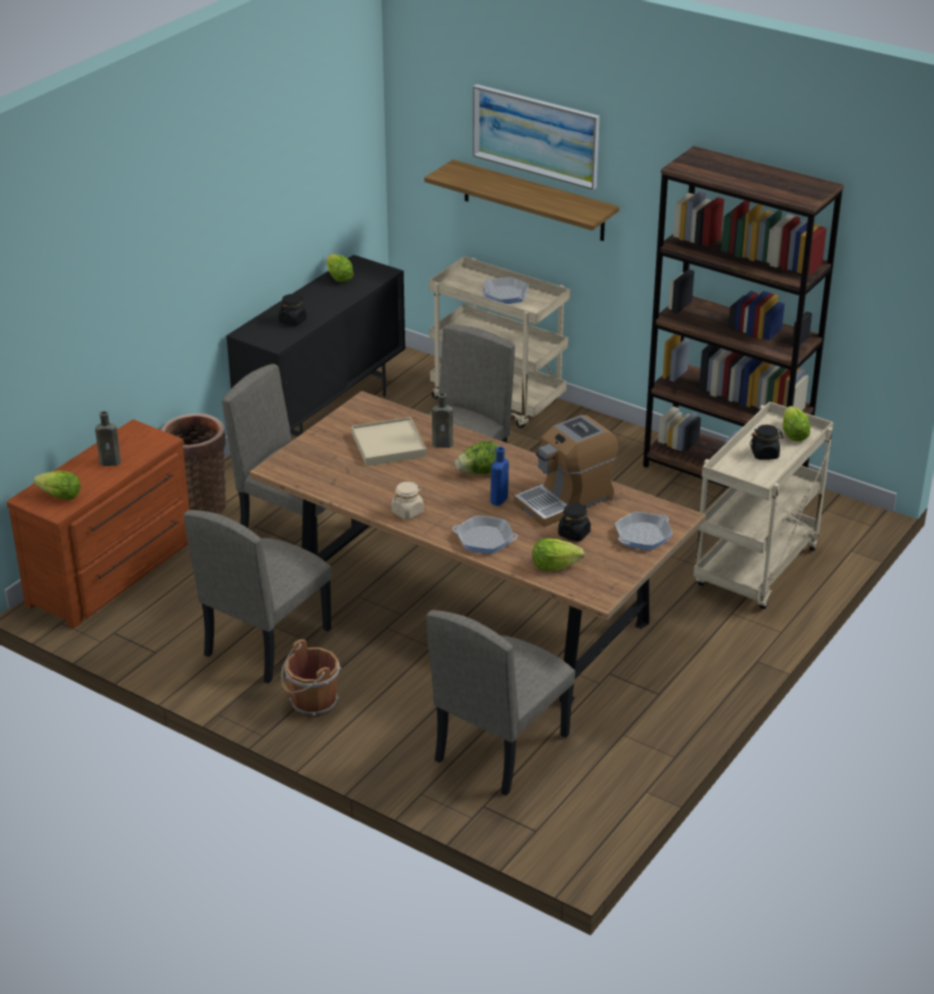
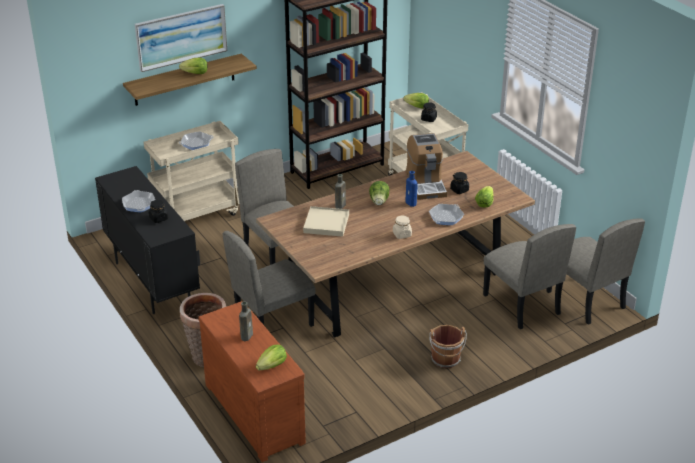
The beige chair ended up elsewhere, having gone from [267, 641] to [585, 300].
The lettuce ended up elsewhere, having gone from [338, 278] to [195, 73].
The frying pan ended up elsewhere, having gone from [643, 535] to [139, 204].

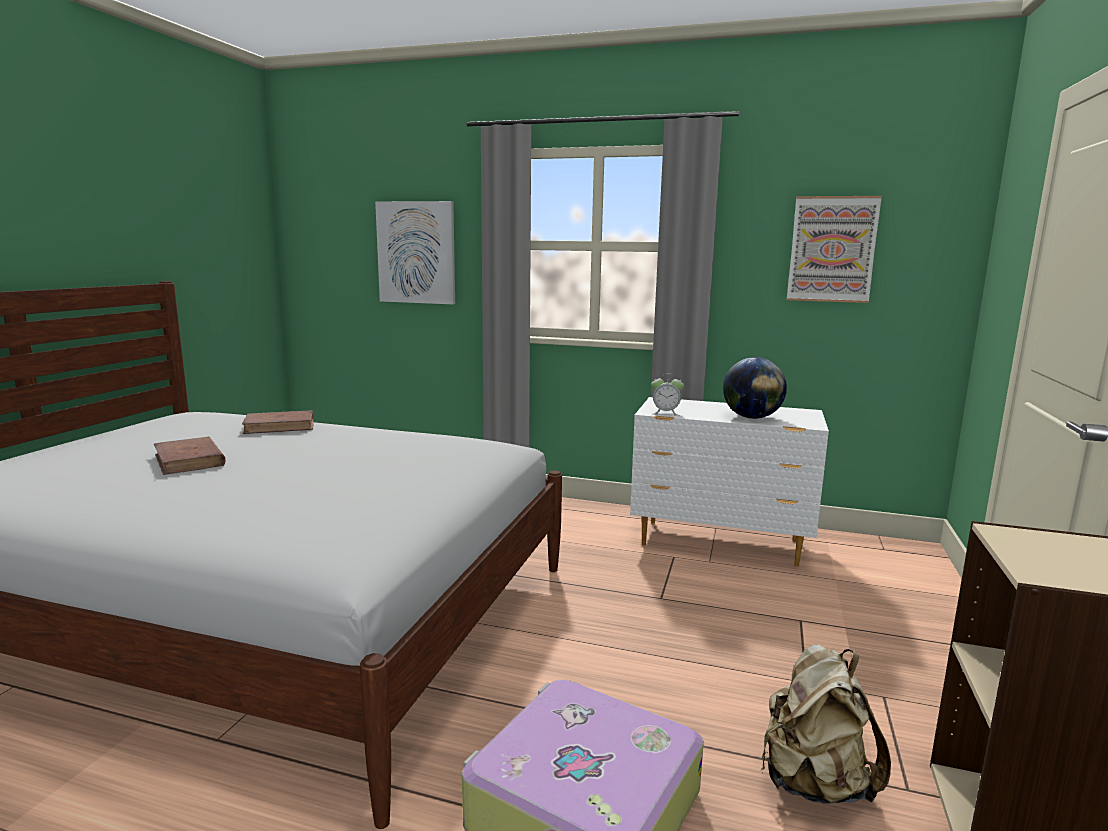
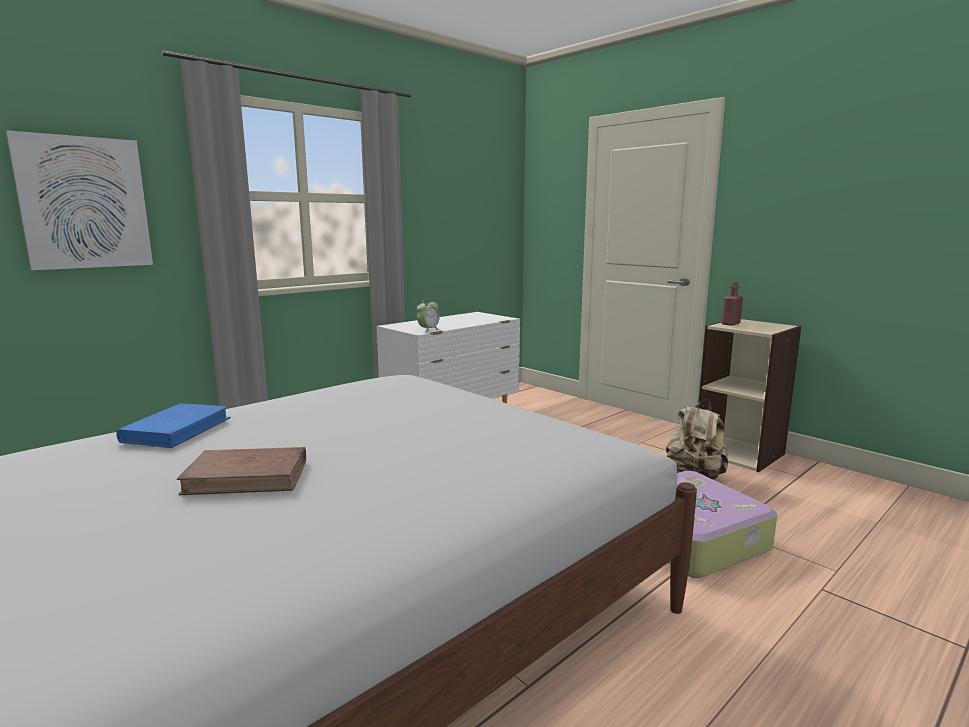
The second view lost the globe at [751, 417].
The second view lost the picture at [832, 249].
The second view gained the red bottle at [730, 324].
What was the brown book at [280, 426] turned into the blue book at [177, 430].

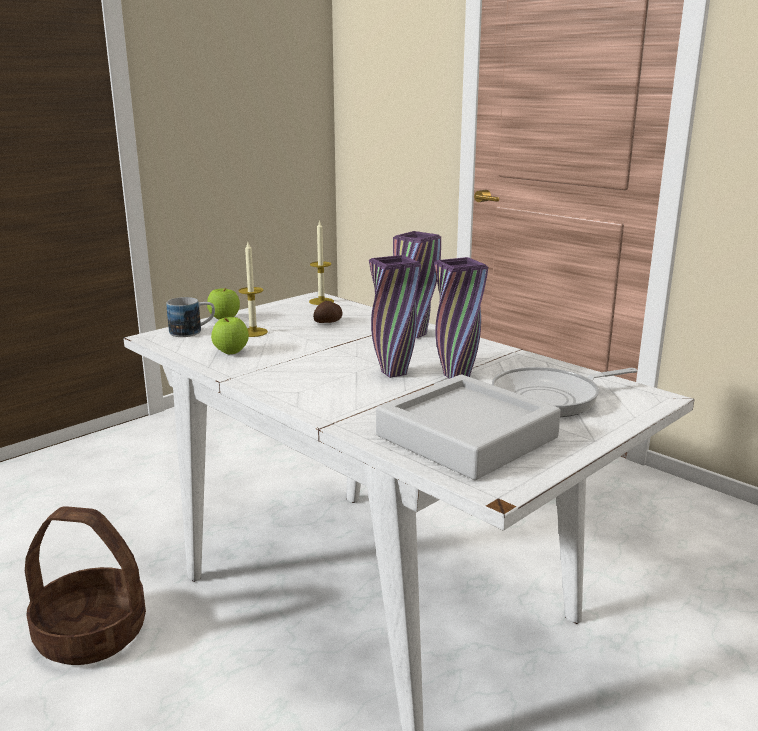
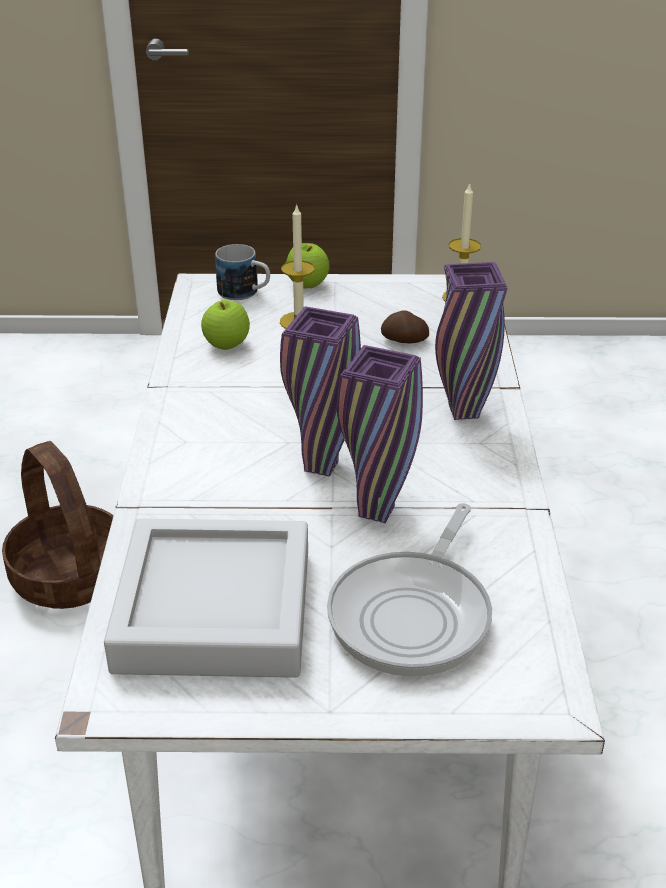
The frying pan at [551, 398] ended up facing another way, 90 degrees counterclockwise from before.

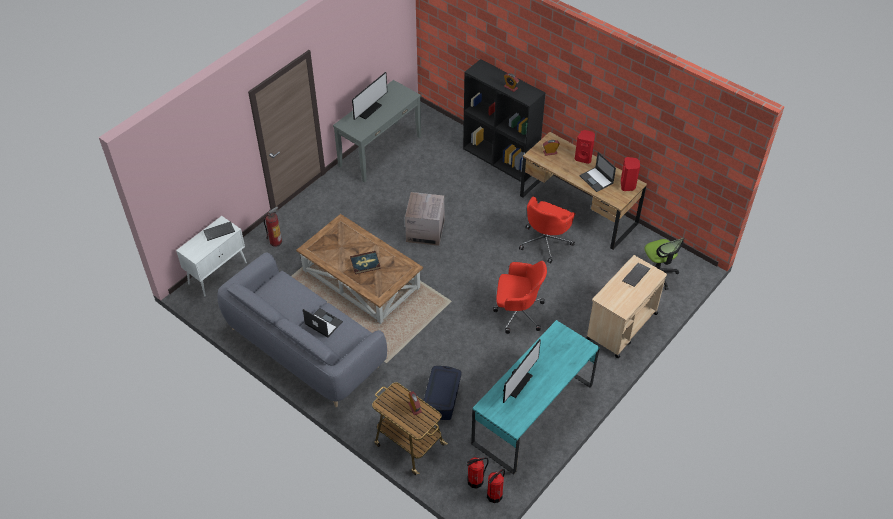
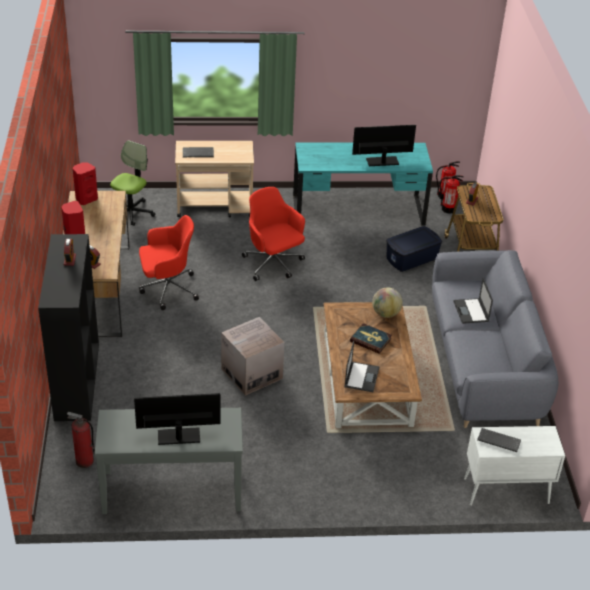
The second view gained the globe at [386, 313].
The fire extinguisher ended up elsewhere, having gone from [276, 241] to [84, 461].
The laptop ended up elsewhere, having gone from [596, 180] to [361, 376].

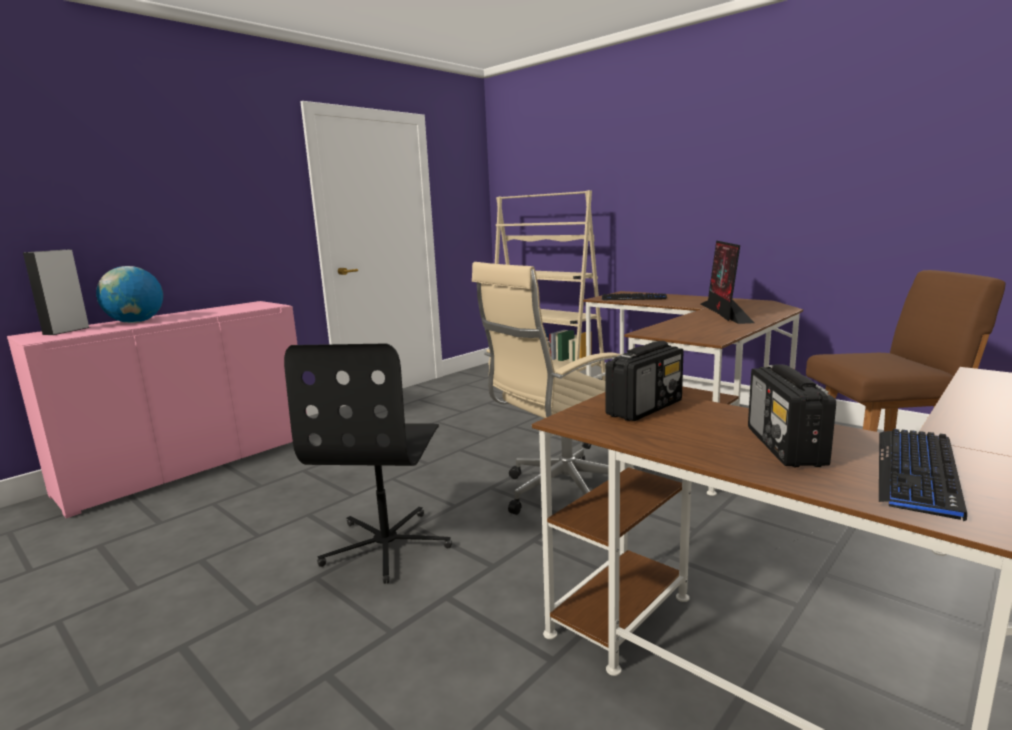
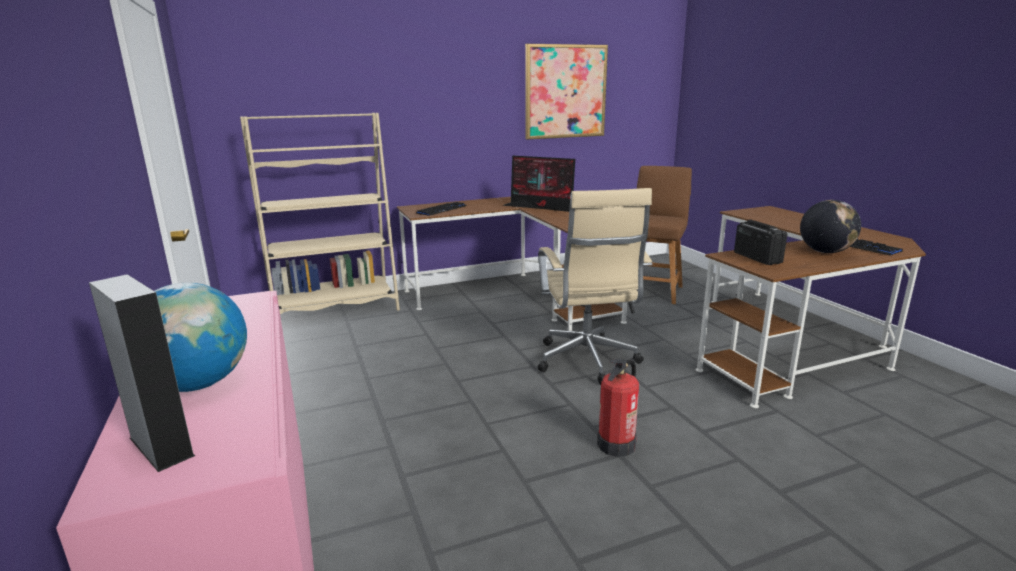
The second view gained the picture at [565, 92].
Where the black office chair stood at [387, 545], the fire extinguisher came to stand at [617, 444].
Where the radio stood at [785, 447], the globe came to stand at [825, 252].

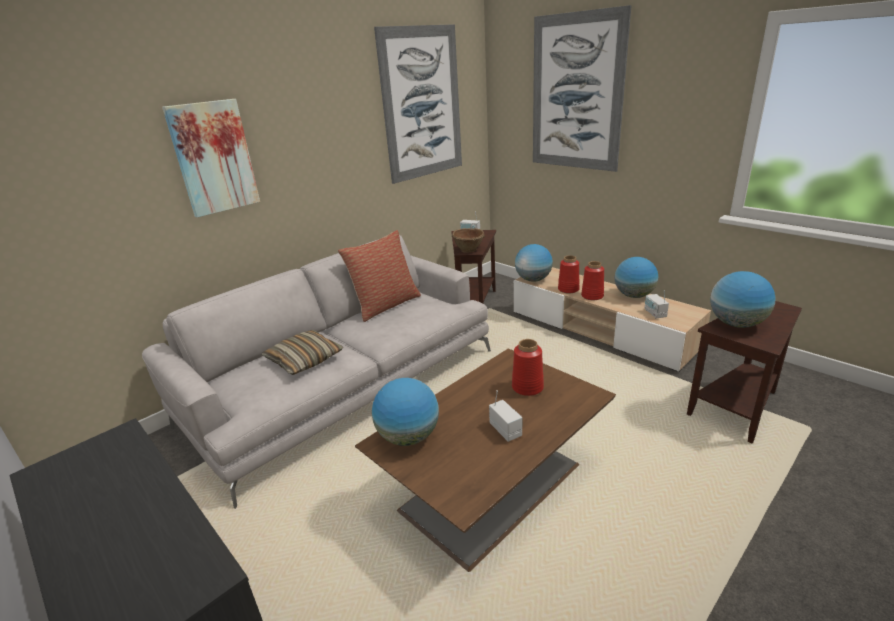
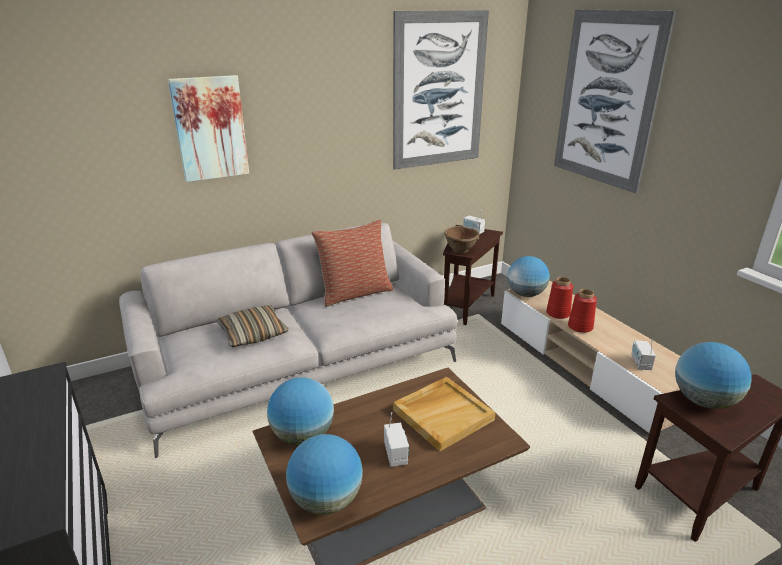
The globe ended up elsewhere, having gone from [634, 295] to [326, 500].
Where the red vase stood at [527, 387], the beige tray came to stand at [443, 414].

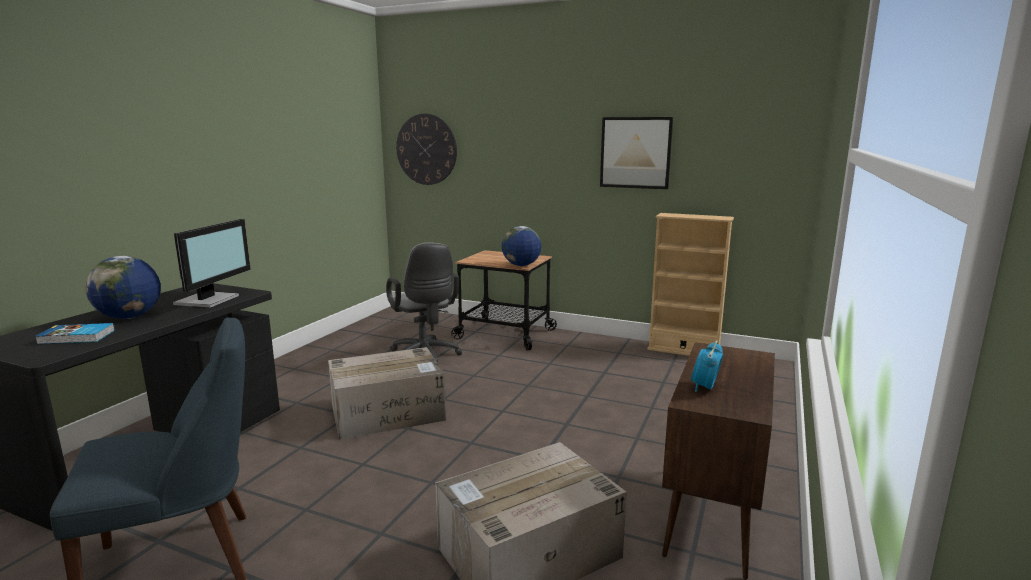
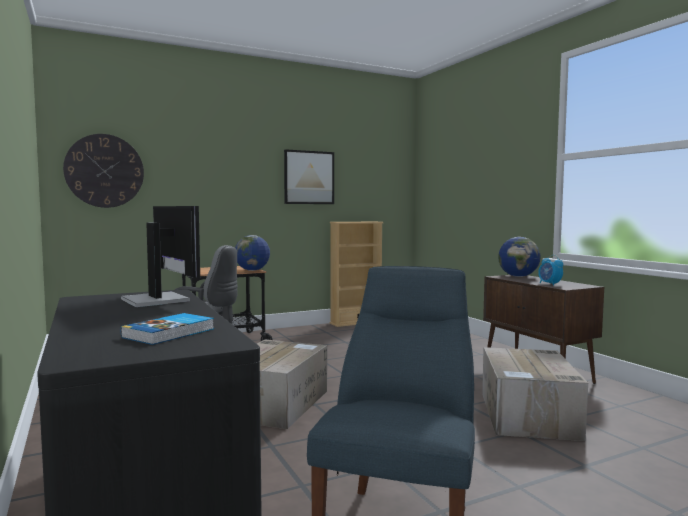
The globe ended up elsewhere, having gone from [129, 317] to [518, 276].

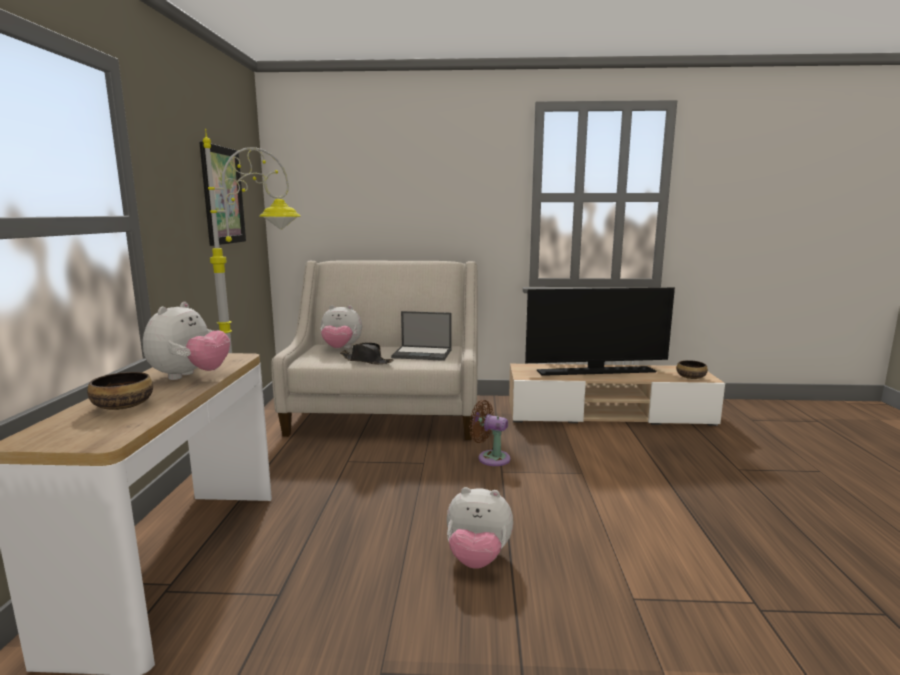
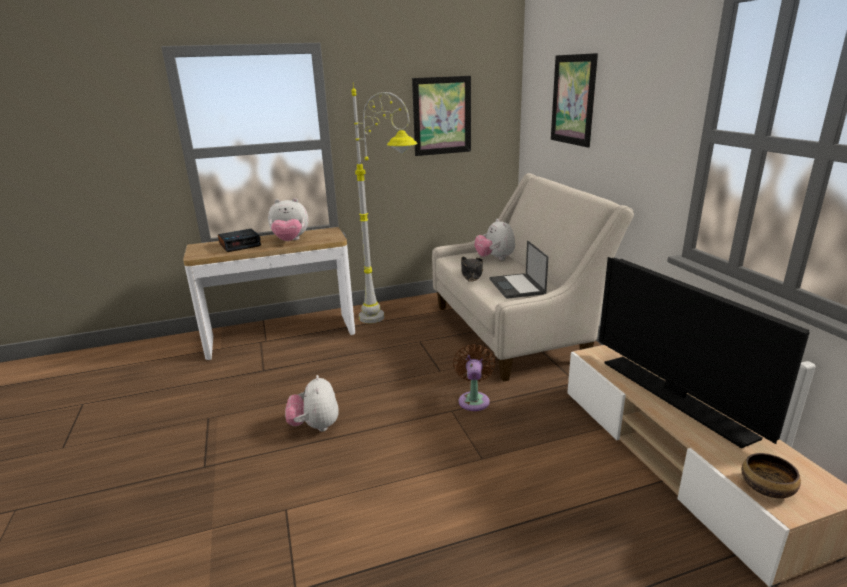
The second view gained the picture at [573, 100].
Where the bowl stood at [123, 406], the alarm clock came to stand at [240, 245].

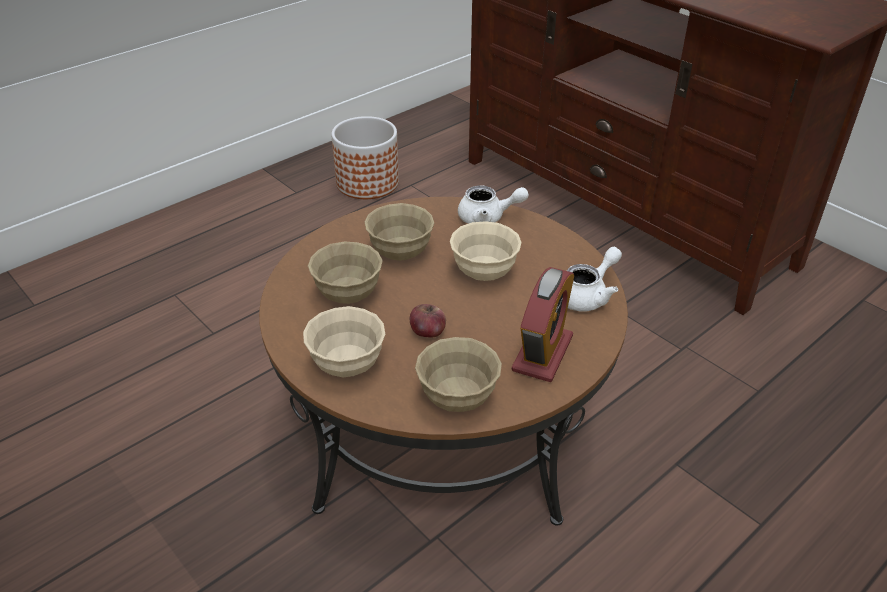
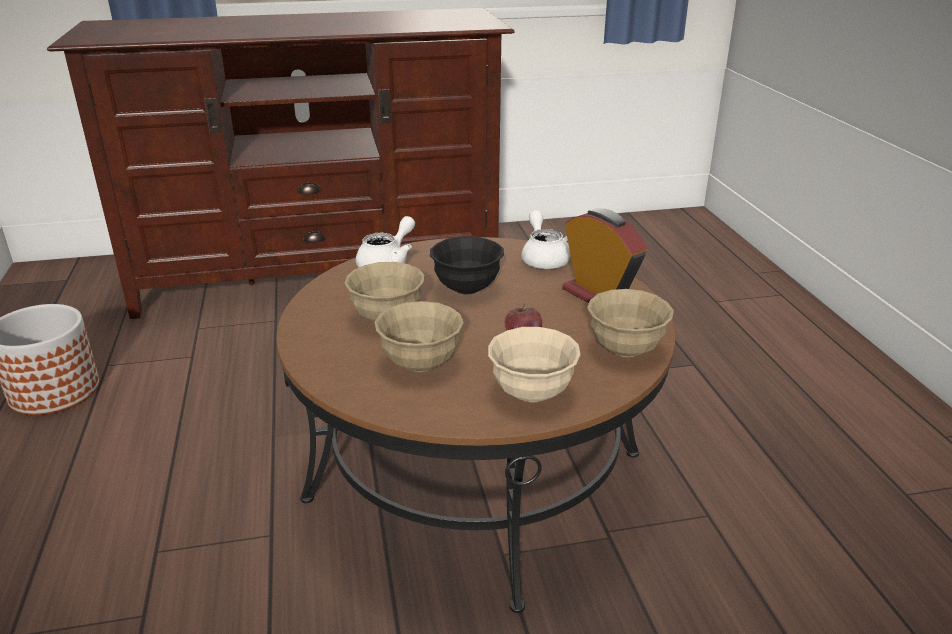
What was the beige bowl at [484, 273] turned into the black bowl at [467, 288].

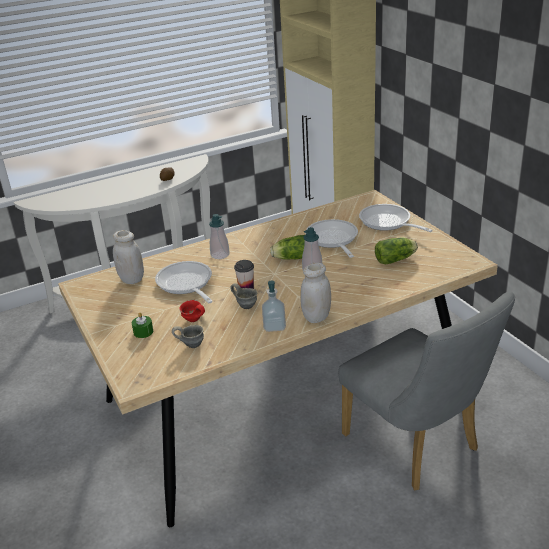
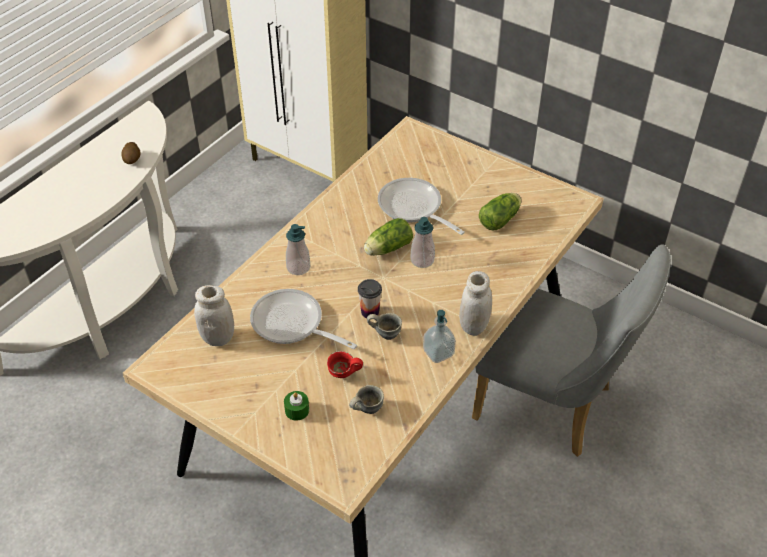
The second view lost the frying pan at [388, 223].

